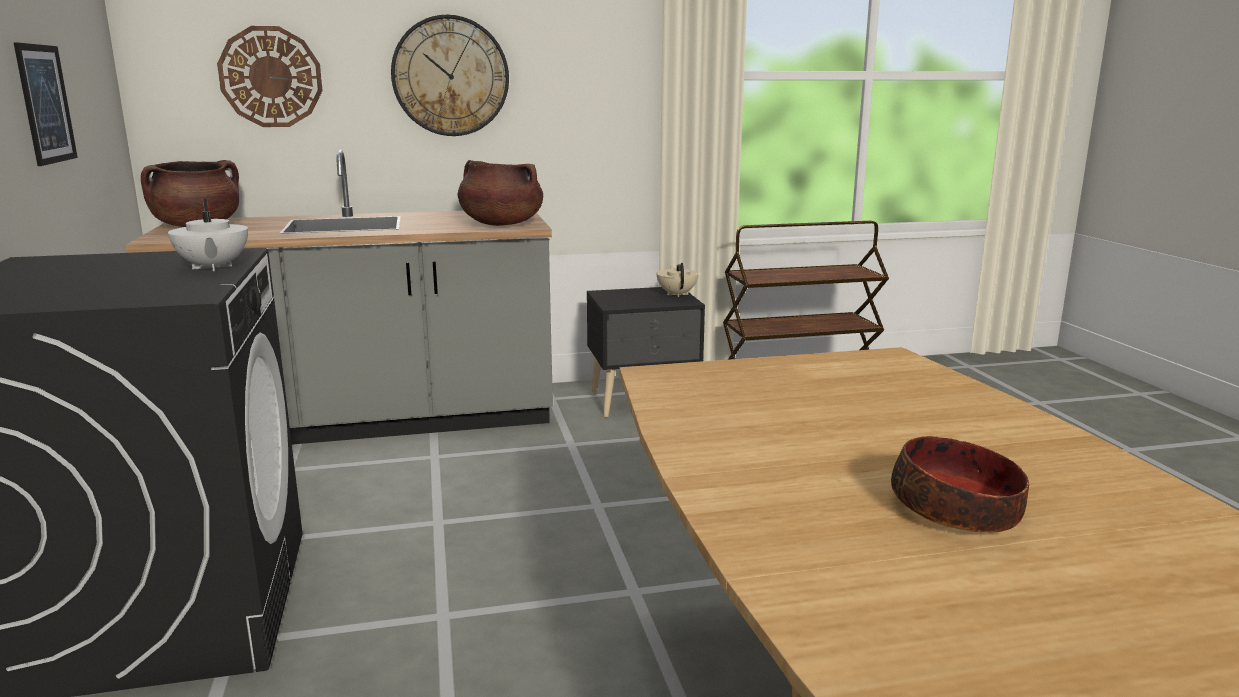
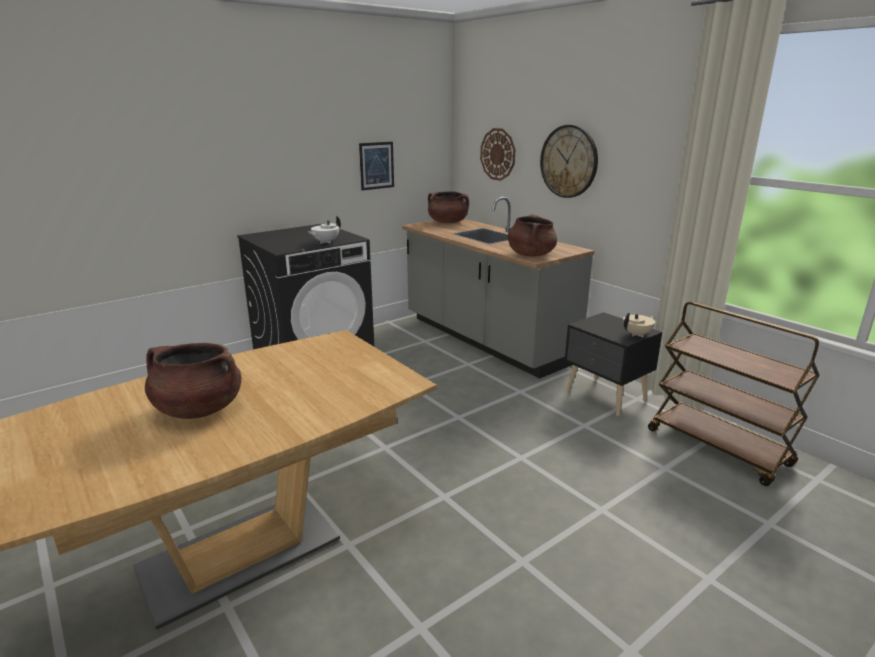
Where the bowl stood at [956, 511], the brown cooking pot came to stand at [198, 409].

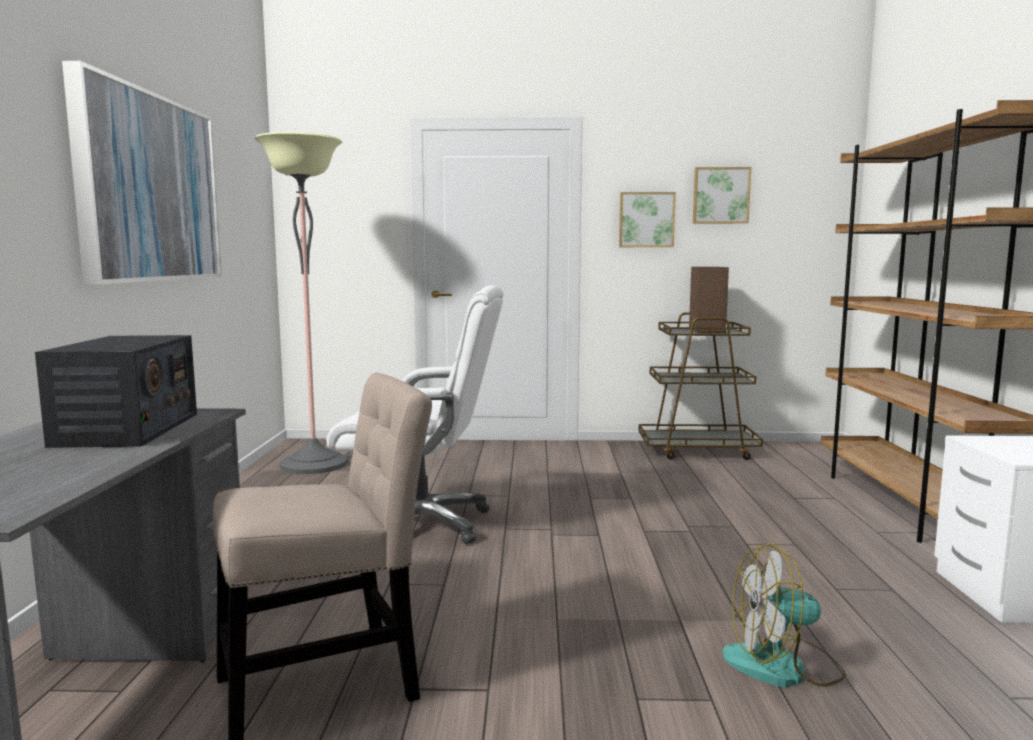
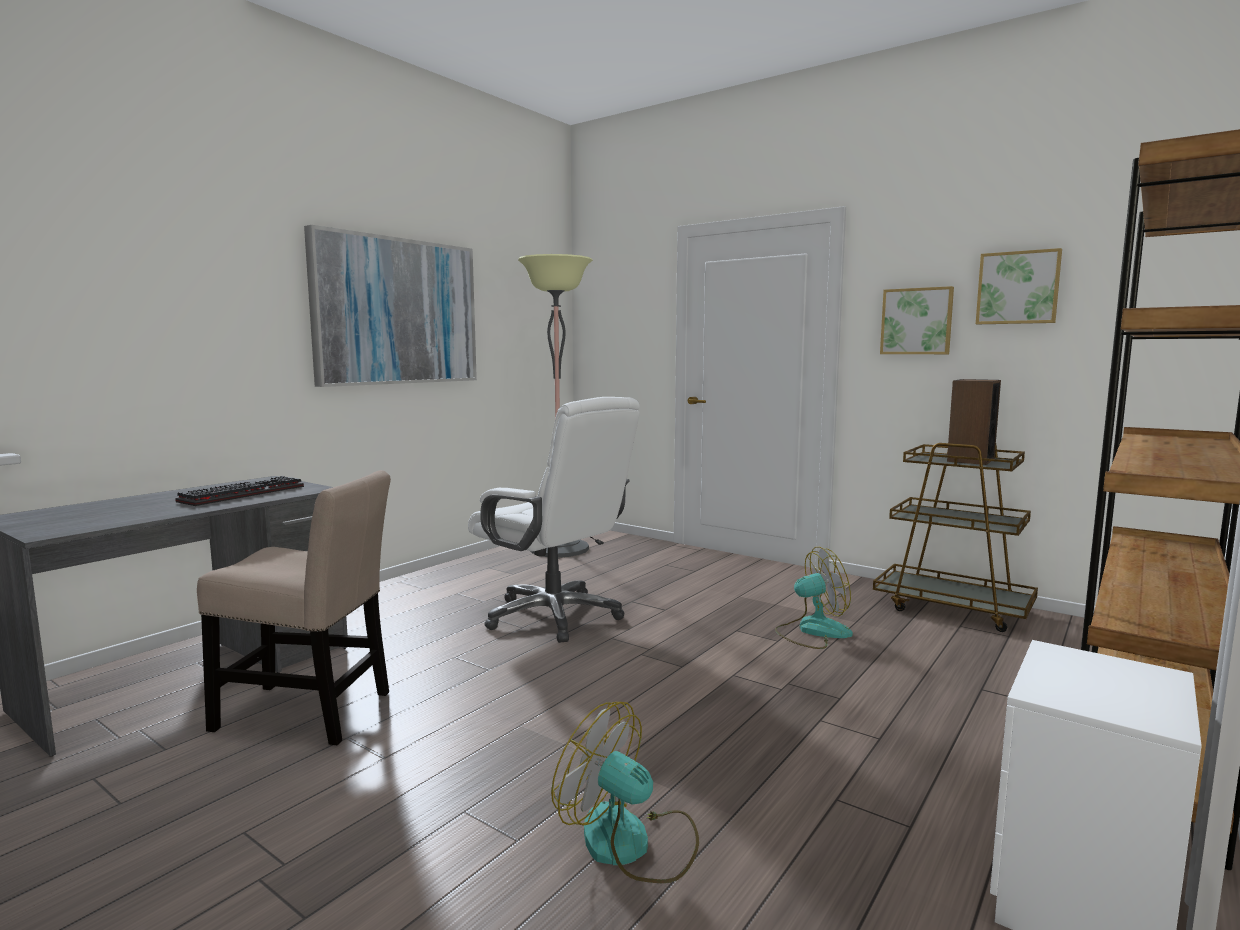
The second view gained the fan at [812, 631].
Where the radio stood at [127, 429], the keyboard came to stand at [243, 494].

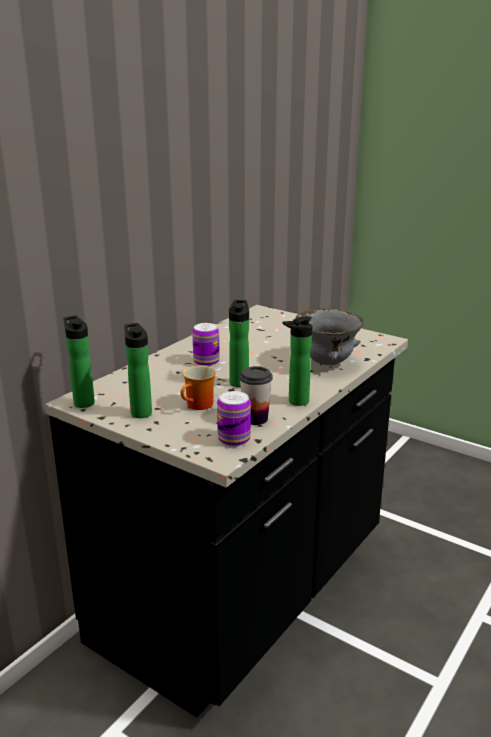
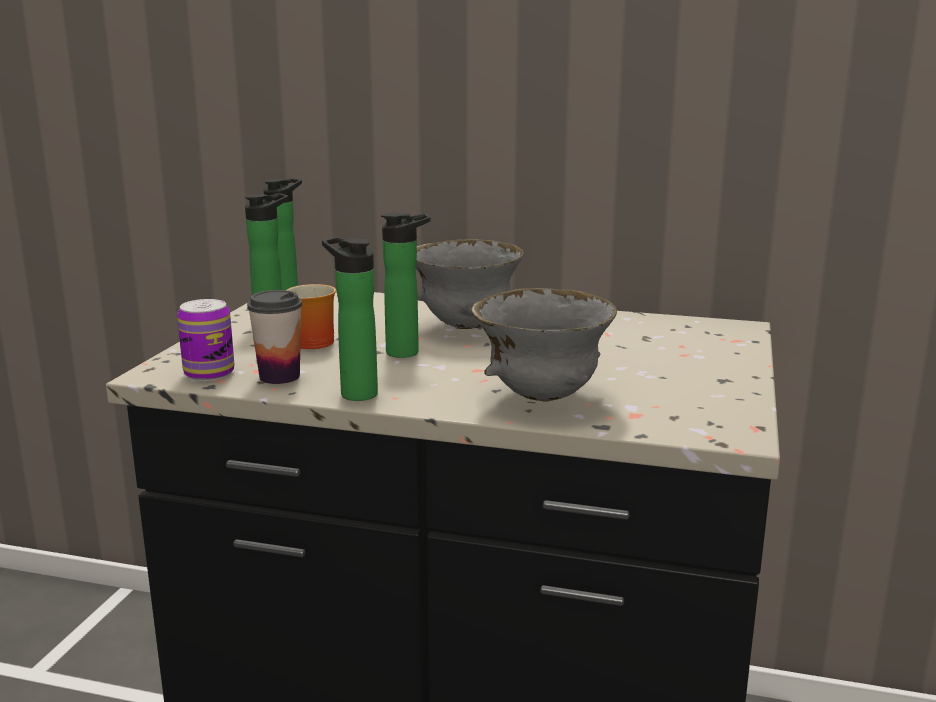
Where the can stood at [206, 361], the grey bowl came to stand at [466, 326].

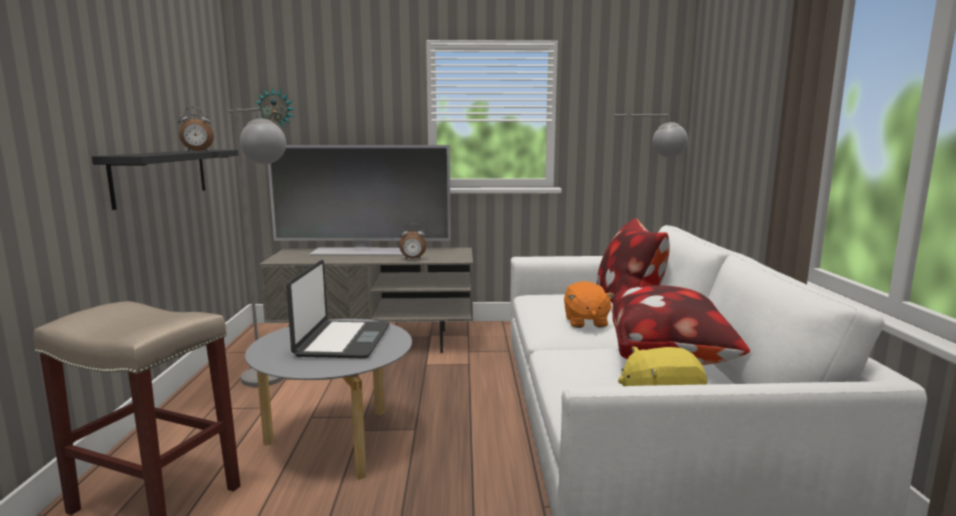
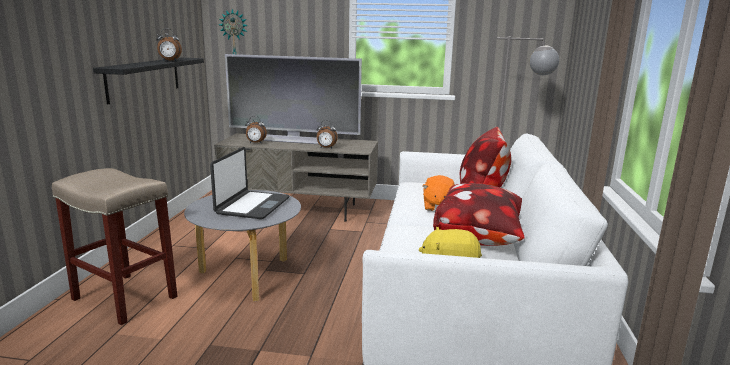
The second view lost the grey floor lamp at [272, 382].
The second view gained the alarm clock at [255, 143].

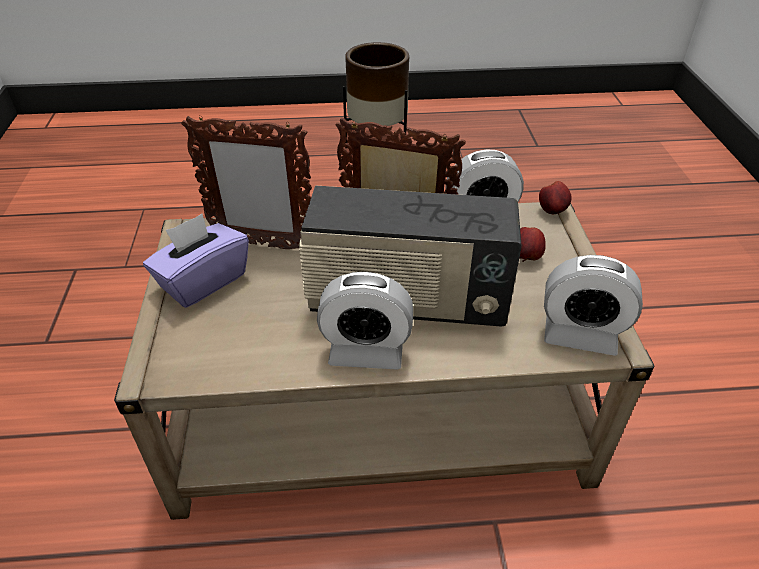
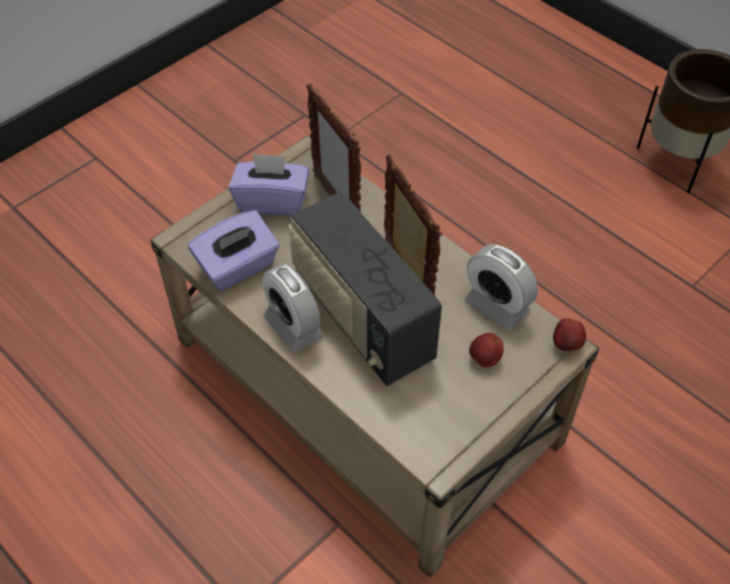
The second view lost the alarm clock at [580, 335].
The second view gained the purple tissue box at [238, 267].

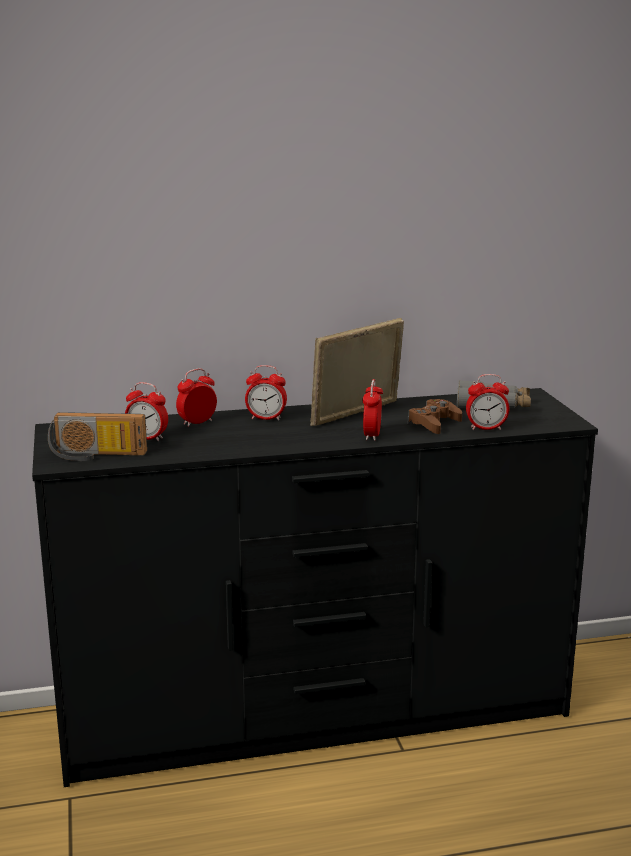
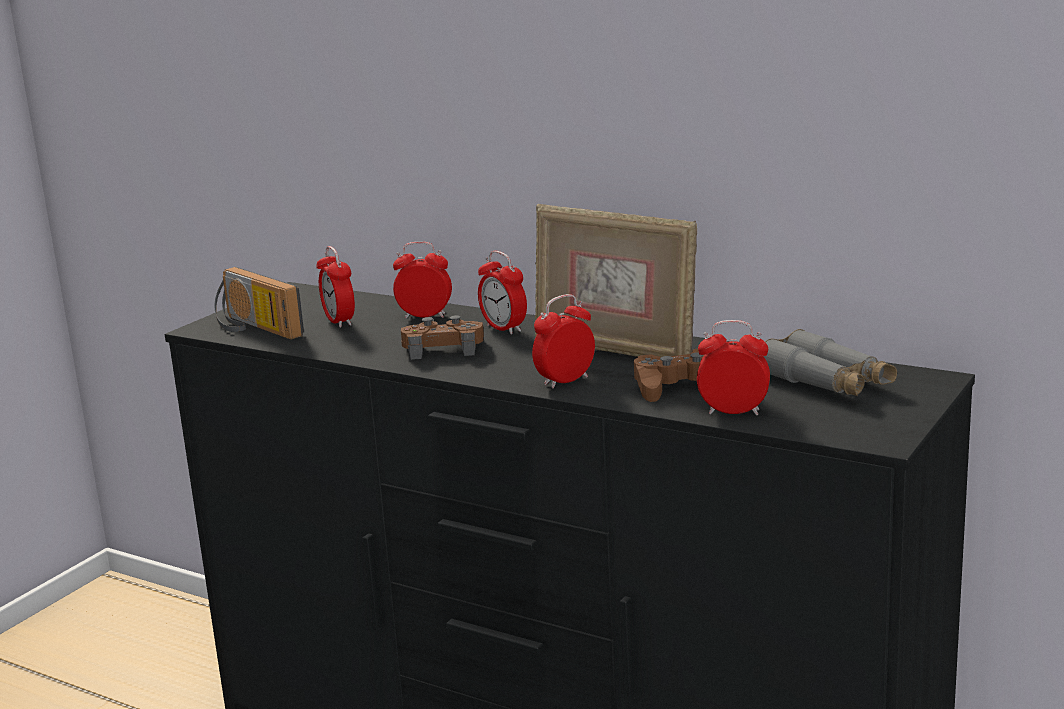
The second view gained the brown game controller at [443, 349].
The picture frame at [357, 415] ended up facing another way, 150 degrees counterclockwise from before.
The alarm clock at [486, 428] ended up facing another way, 150 degrees clockwise from before.

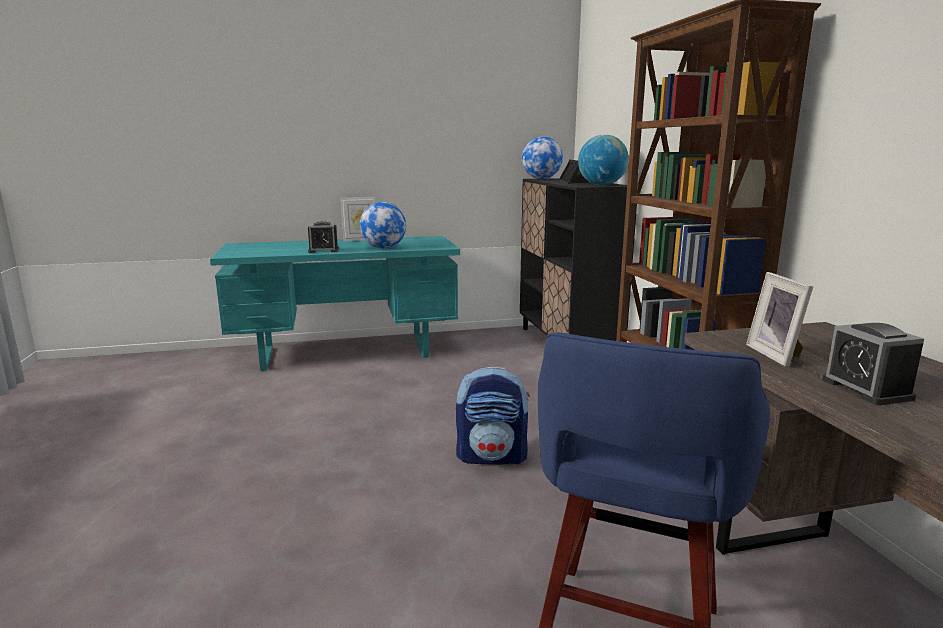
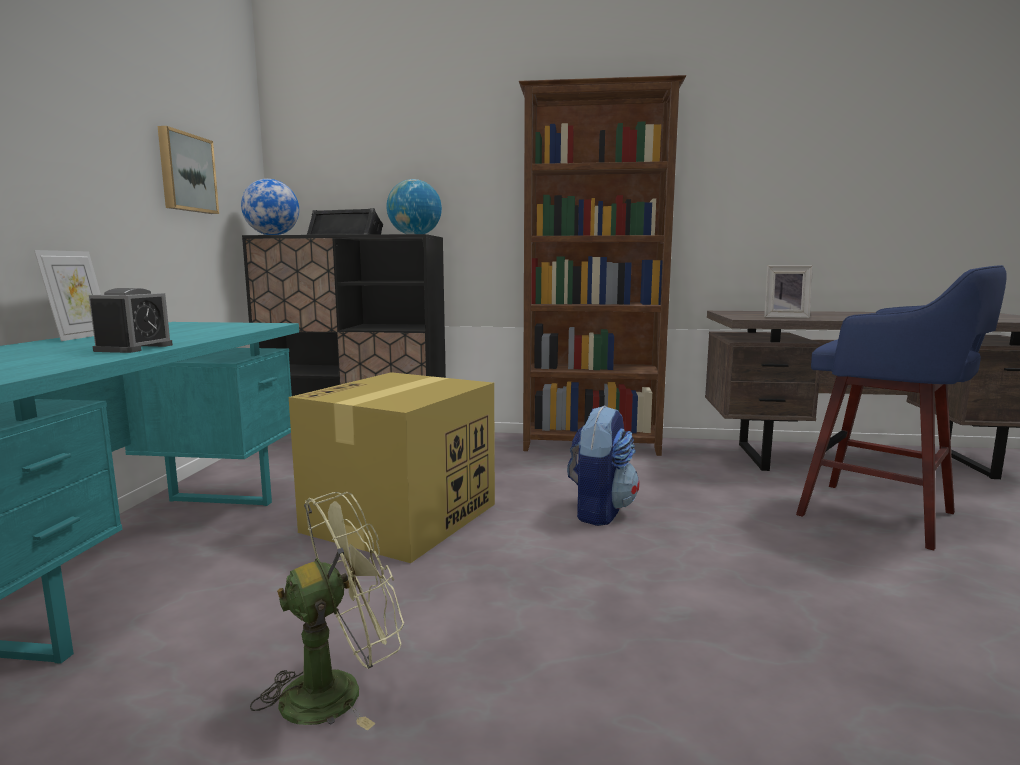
The second view lost the globe at [384, 248].
The second view lost the alarm clock at [866, 389].
The second view gained the picture at [186, 173].
The second view gained the green fan at [338, 689].
The second view gained the cardboard box at [400, 518].

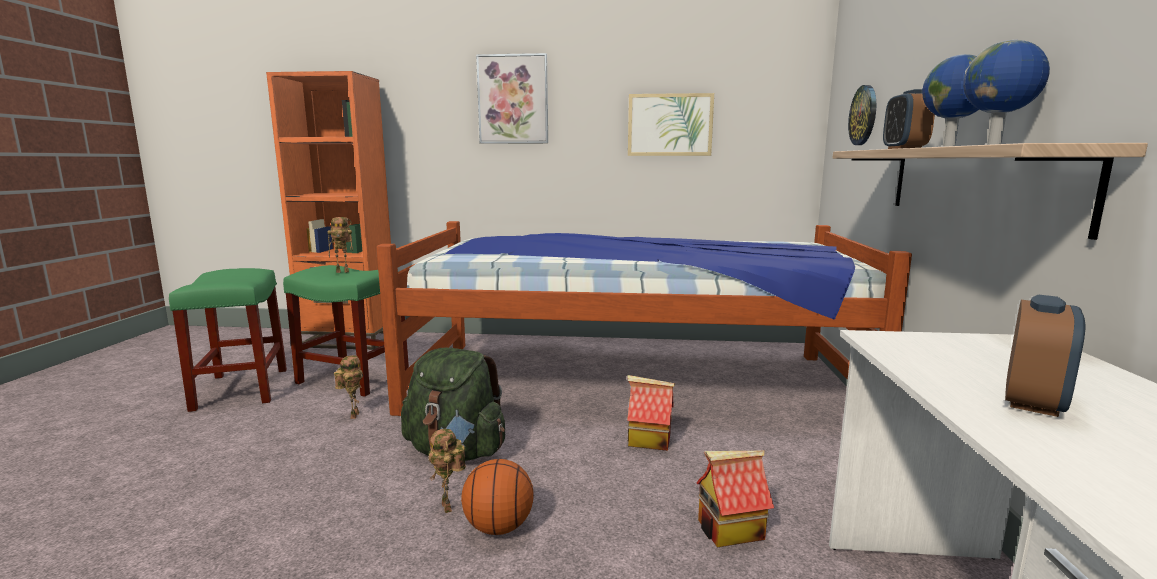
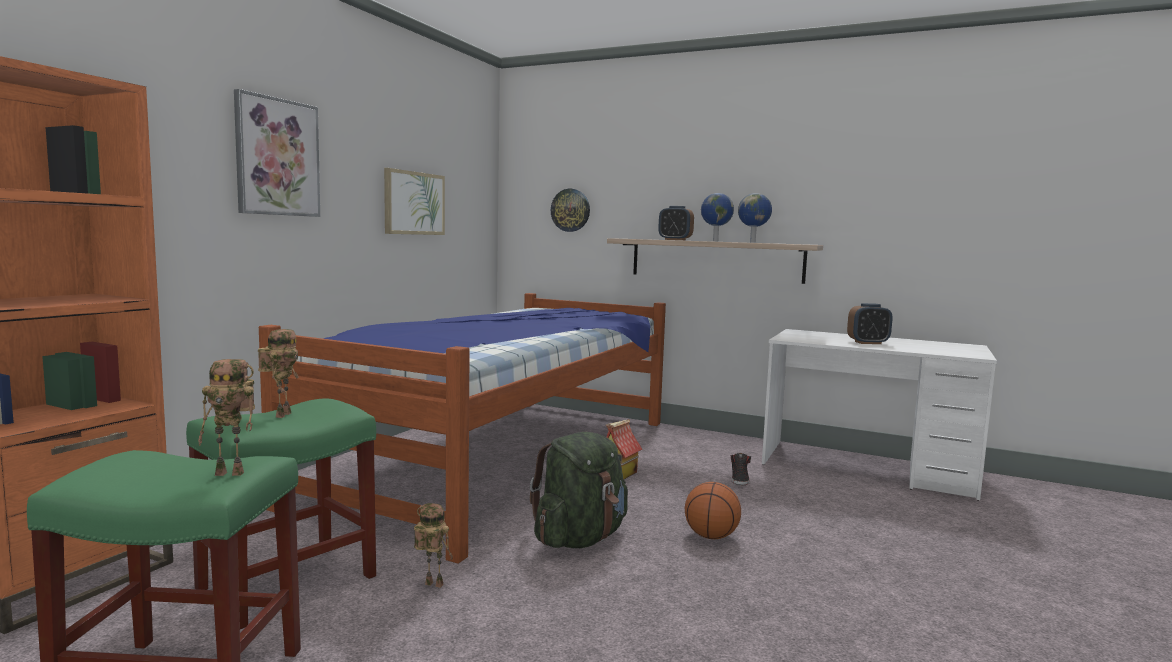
The toy robot ended up elsewhere, having gone from [449, 507] to [232, 473].
Where the toy house stood at [730, 530], the black shoe came to stand at [739, 479].
The alarm clock at [1033, 402] ended up facing another way, 120 degrees clockwise from before.

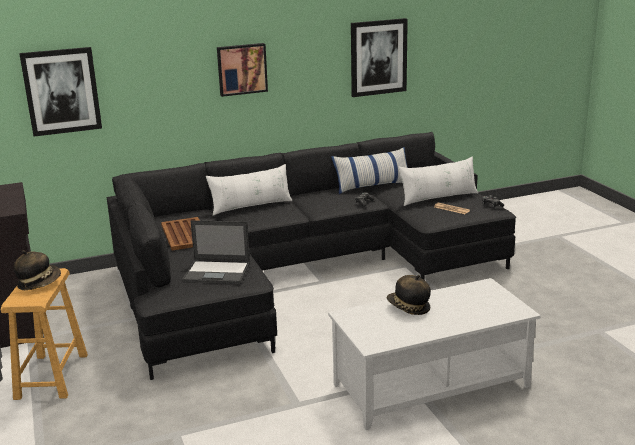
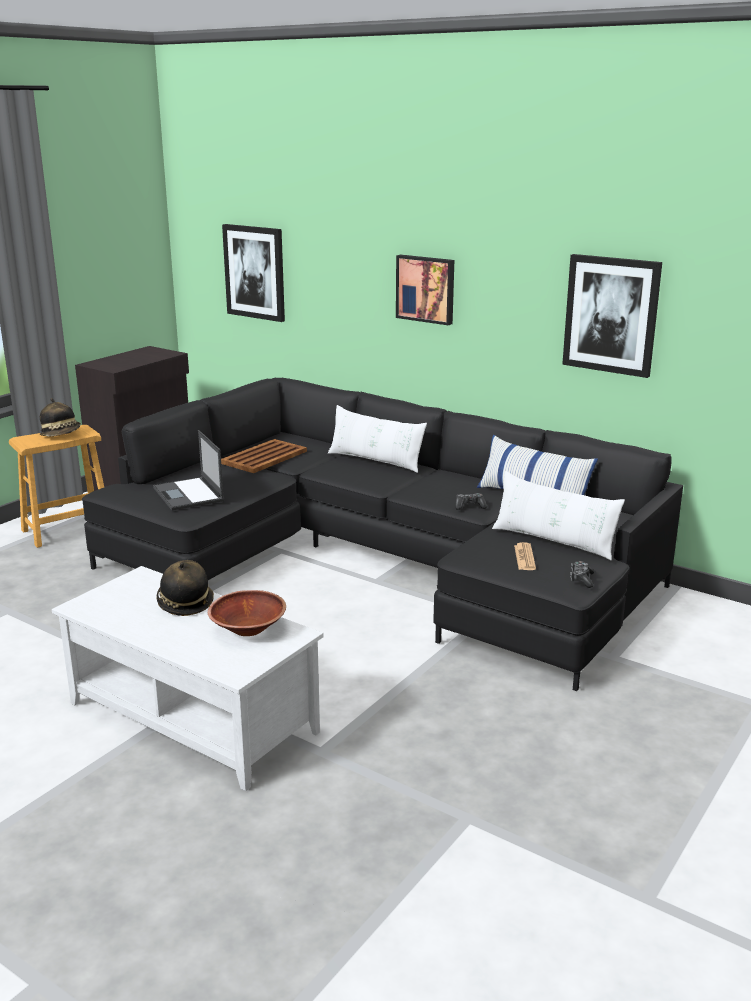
The second view gained the brown bowl at [248, 629].

